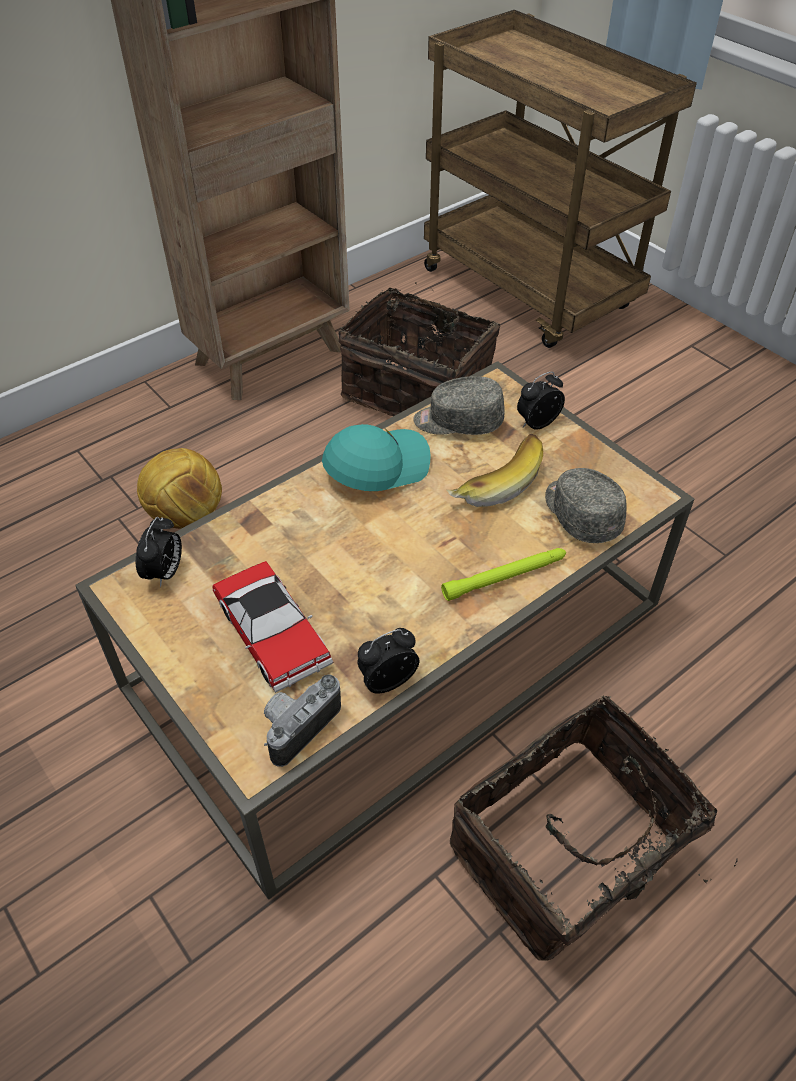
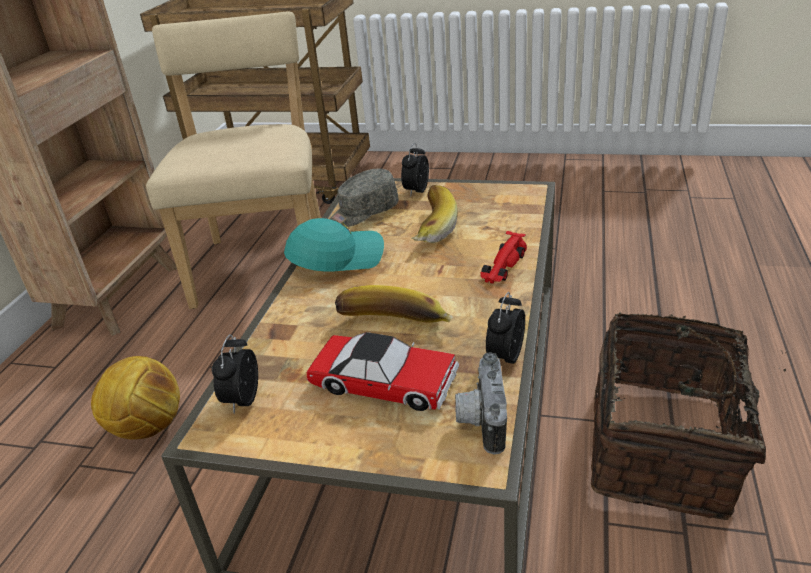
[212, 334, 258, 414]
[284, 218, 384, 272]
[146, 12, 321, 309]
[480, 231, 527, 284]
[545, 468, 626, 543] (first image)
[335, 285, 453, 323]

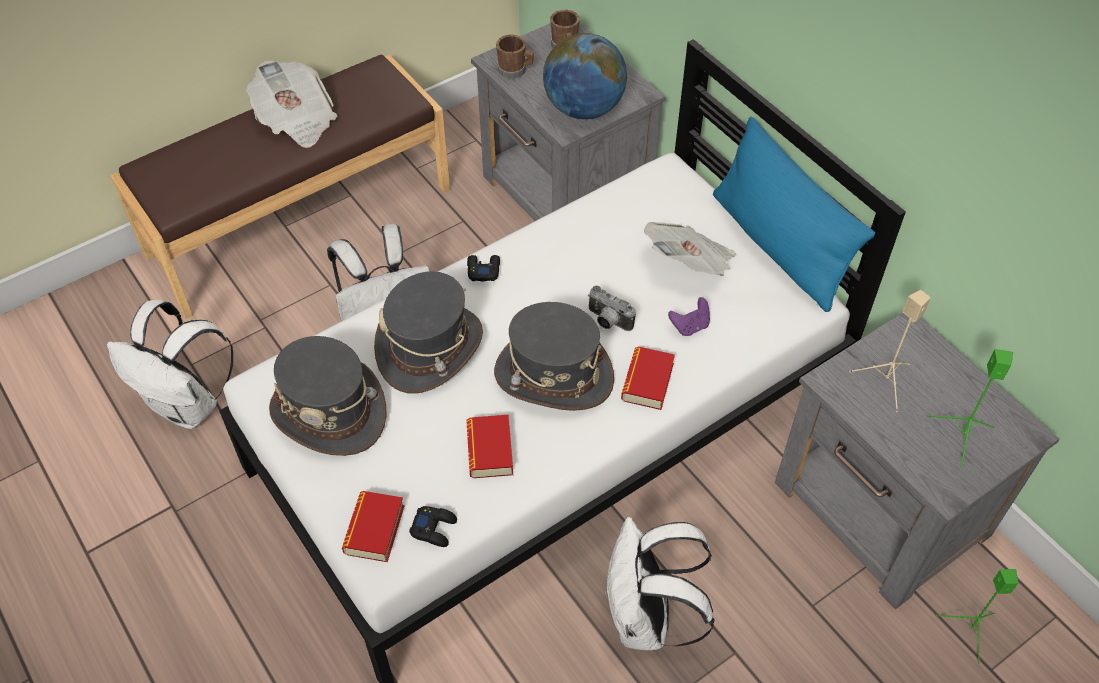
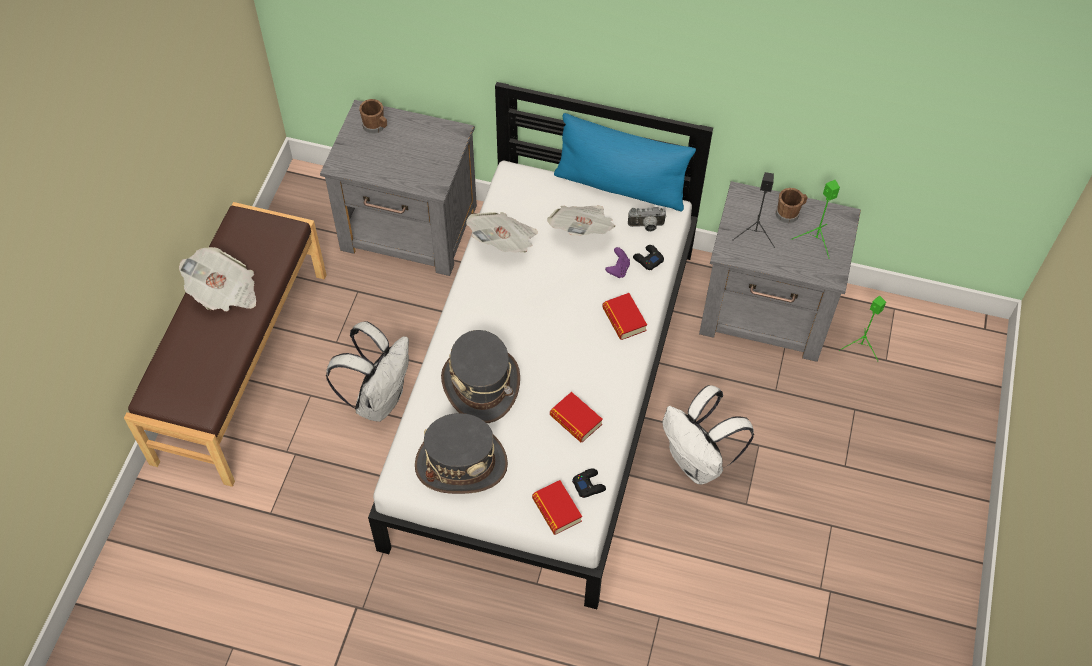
[107, 300, 233, 429] (first image)
[633, 245, 664, 270]
[494, 302, 614, 411] (first image)
[776, 188, 808, 223]
[543, 33, 627, 119] (first image)
[628, 207, 666, 232]
[732, 172, 775, 248]
[466, 212, 538, 253]

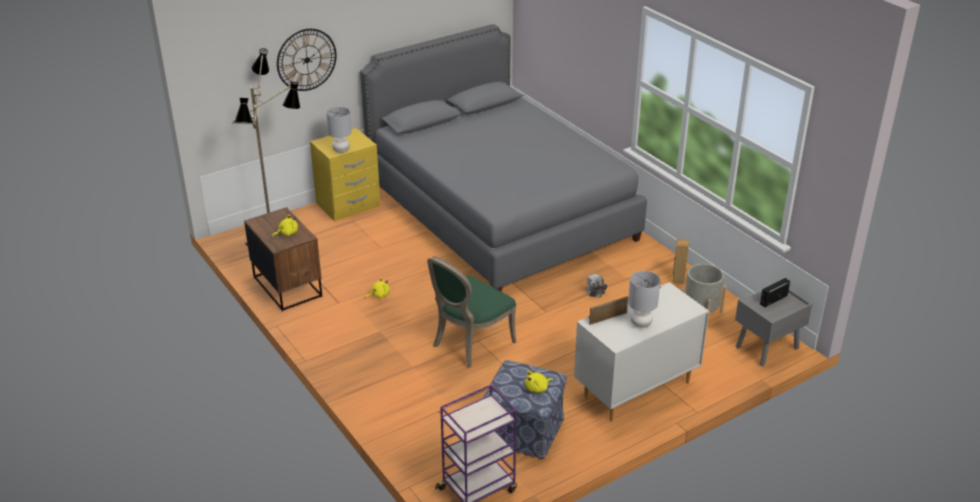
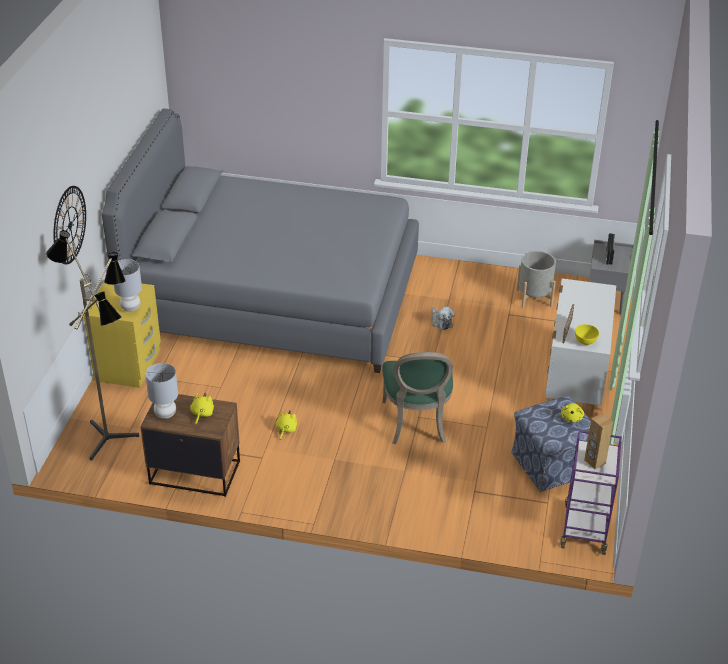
[145, 363, 178, 419]
[584, 413, 613, 469]
[575, 324, 599, 345]

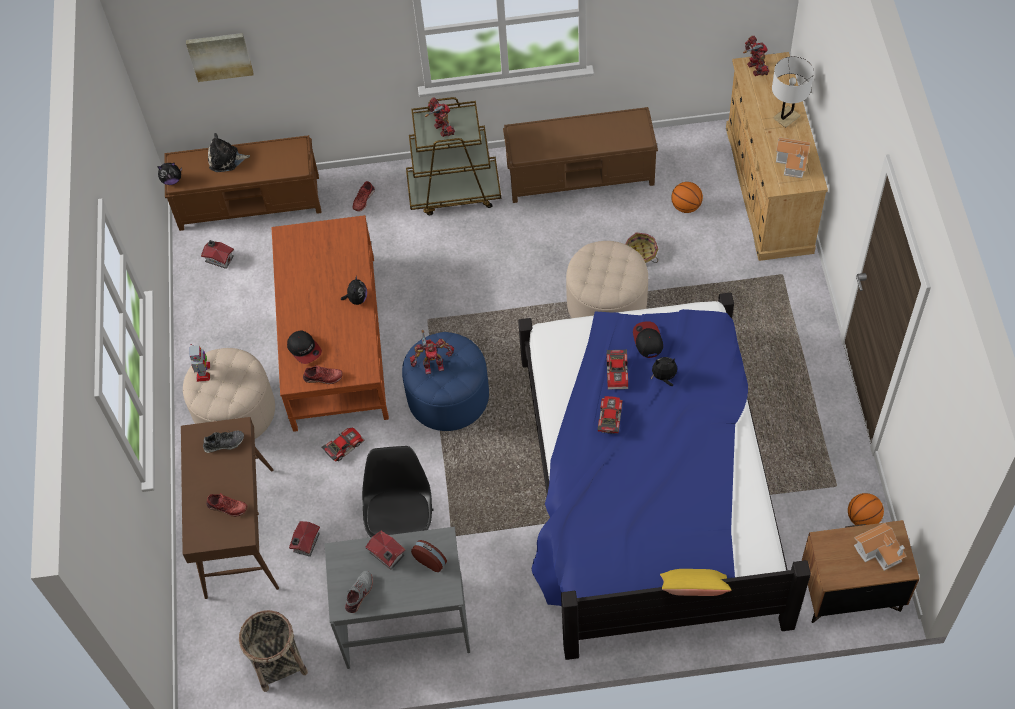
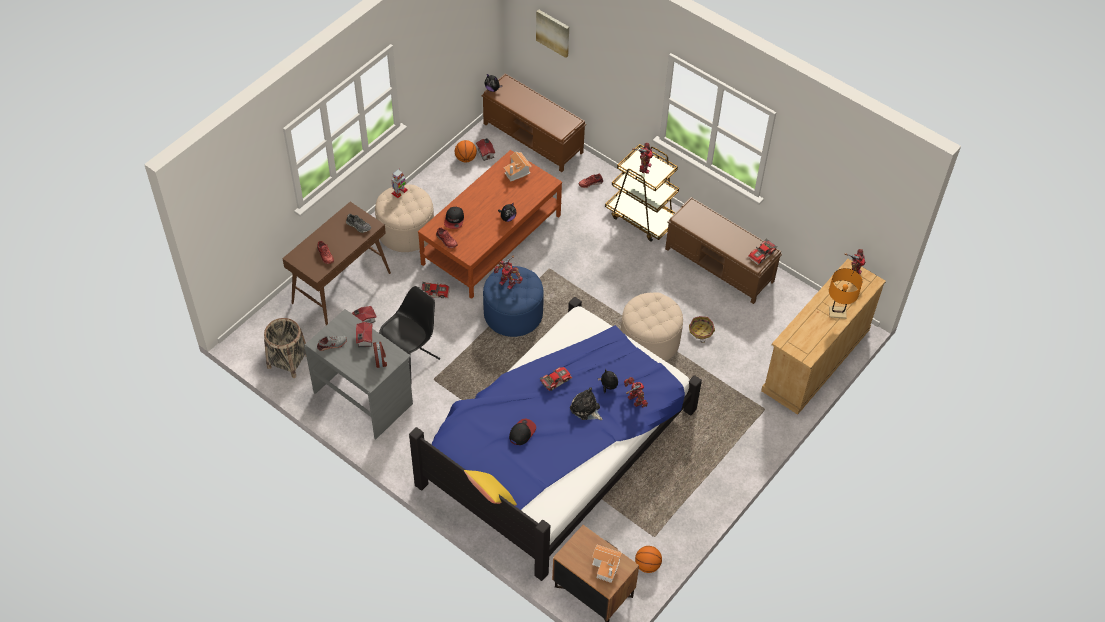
[570, 387, 603, 420]
[748, 239, 777, 265]
[509, 418, 536, 445]
[455, 140, 477, 162]
[829, 268, 863, 319]
[504, 151, 532, 181]
[624, 377, 648, 407]

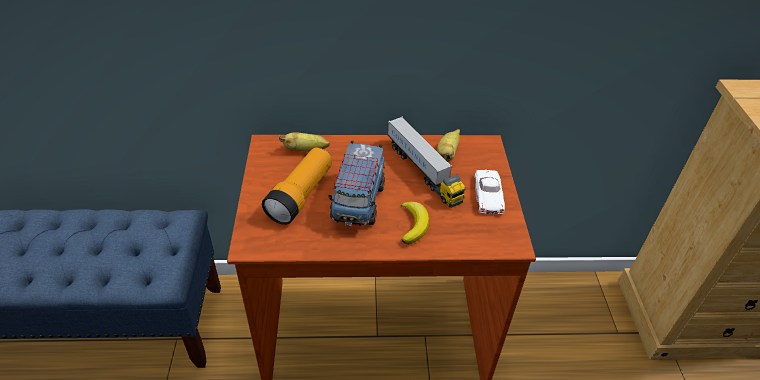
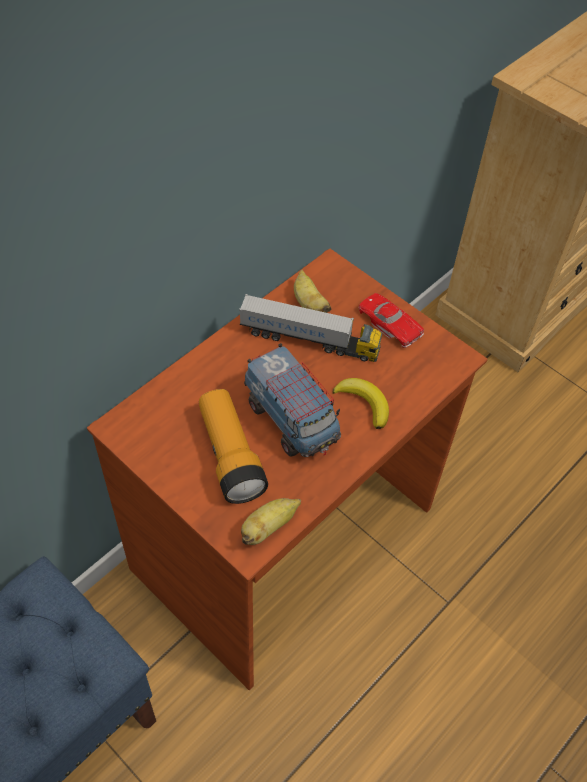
[241, 498, 301, 545]
[358, 293, 424, 348]

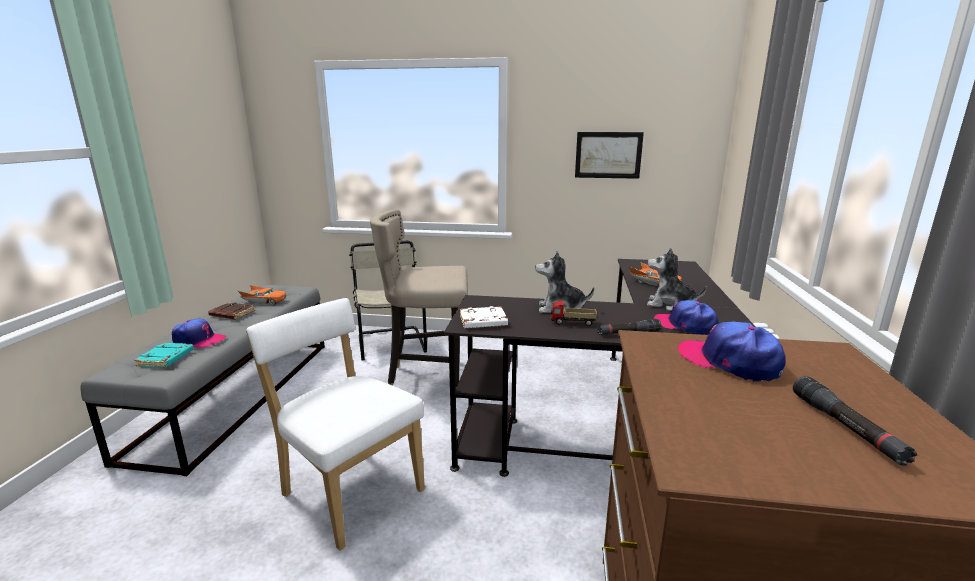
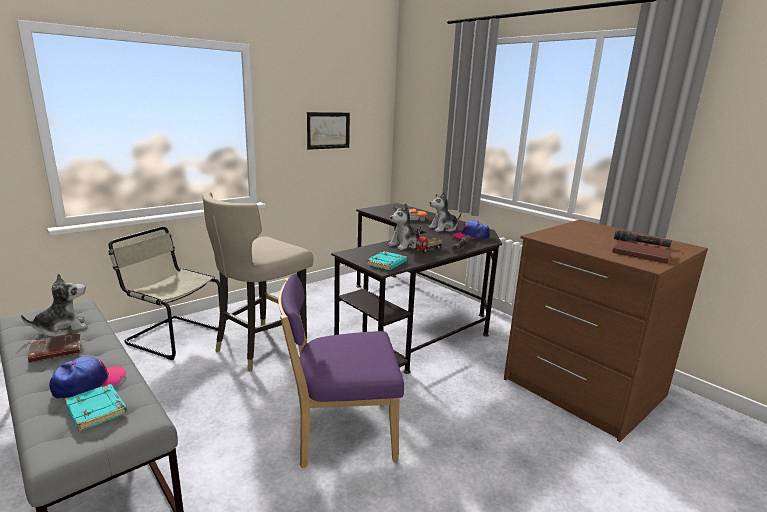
[21, 273, 88, 337]
[278, 273, 404, 468]
[367, 251, 407, 270]
[678, 322, 786, 382] (first image)
[612, 241, 672, 263]

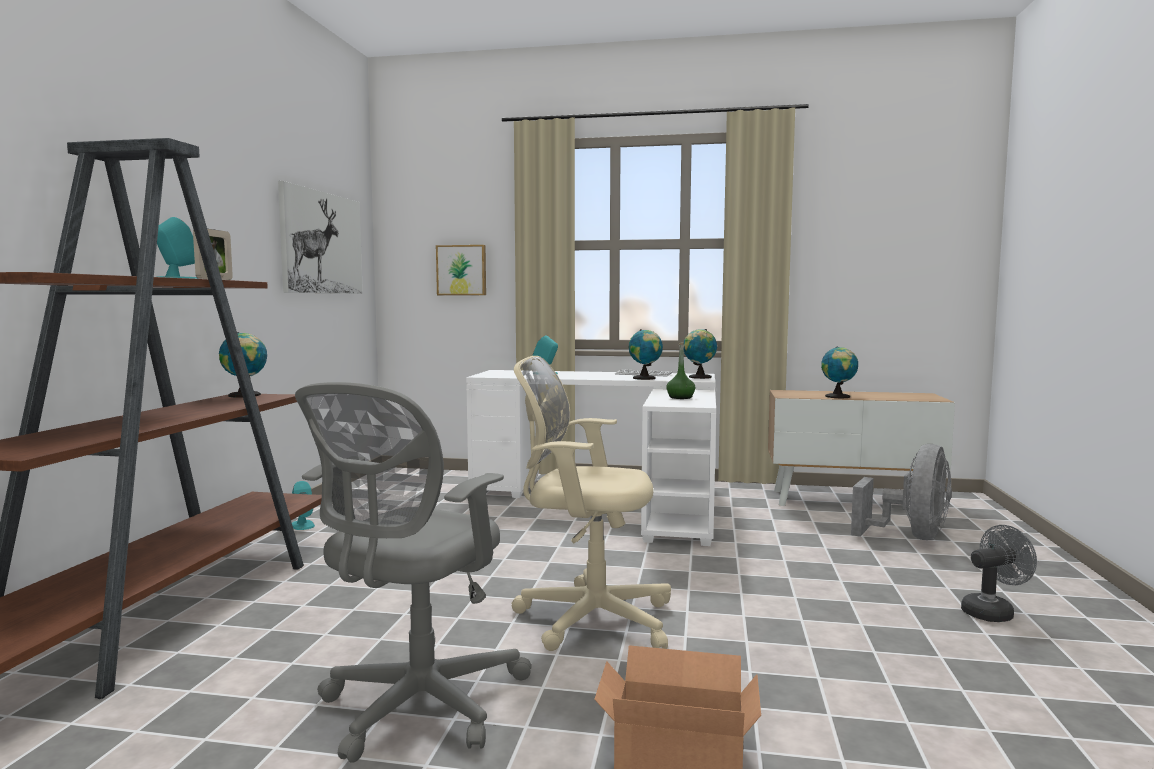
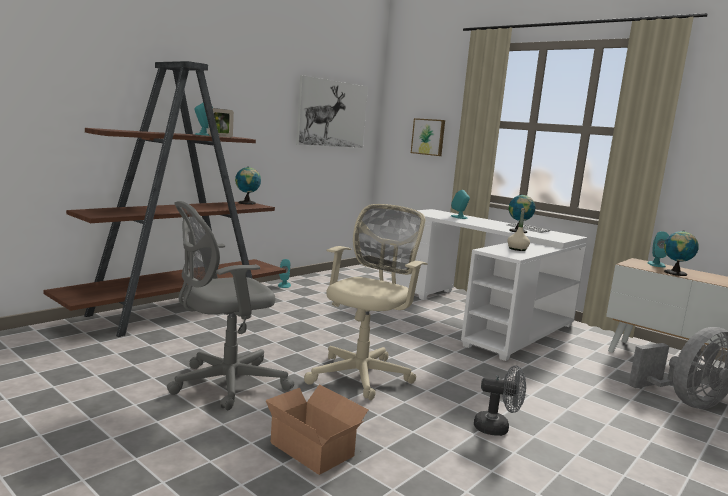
[304, 204, 428, 400]
[507, 208, 530, 251]
[684, 329, 717, 379] (first image)
[474, 366, 526, 436]
[648, 231, 669, 267]

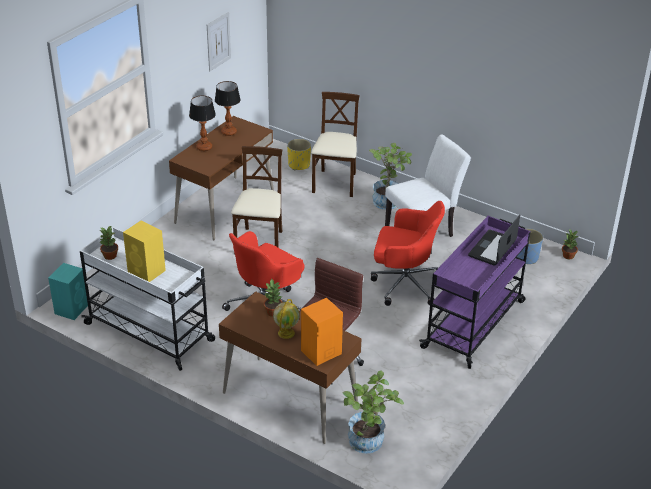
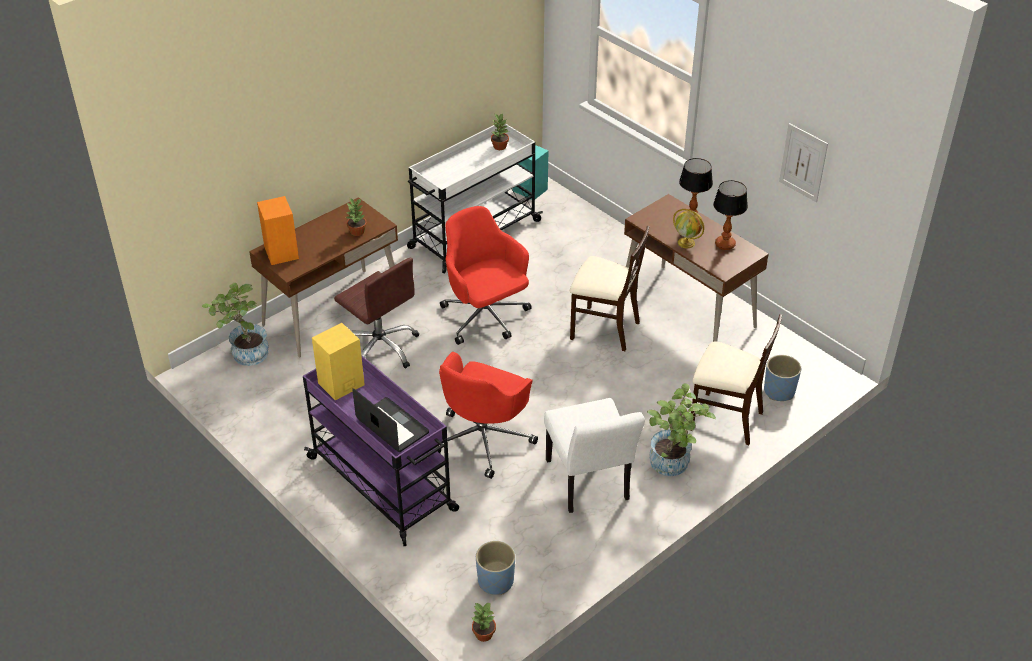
[312, 323, 365, 401]
[673, 209, 704, 248]
[764, 355, 801, 401]

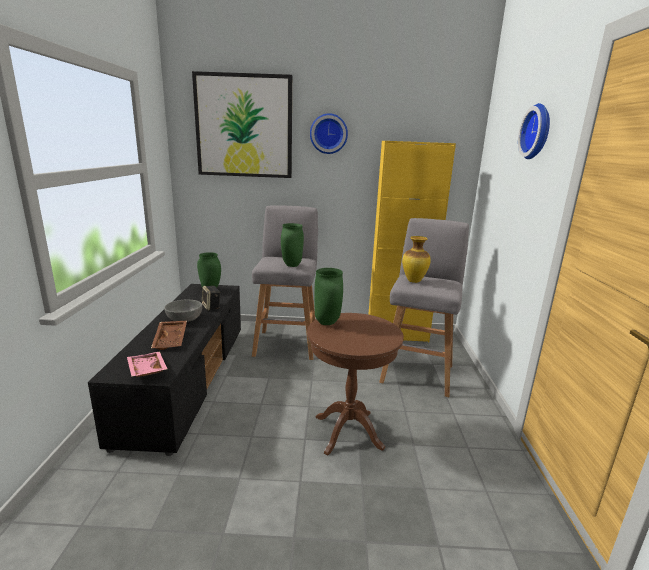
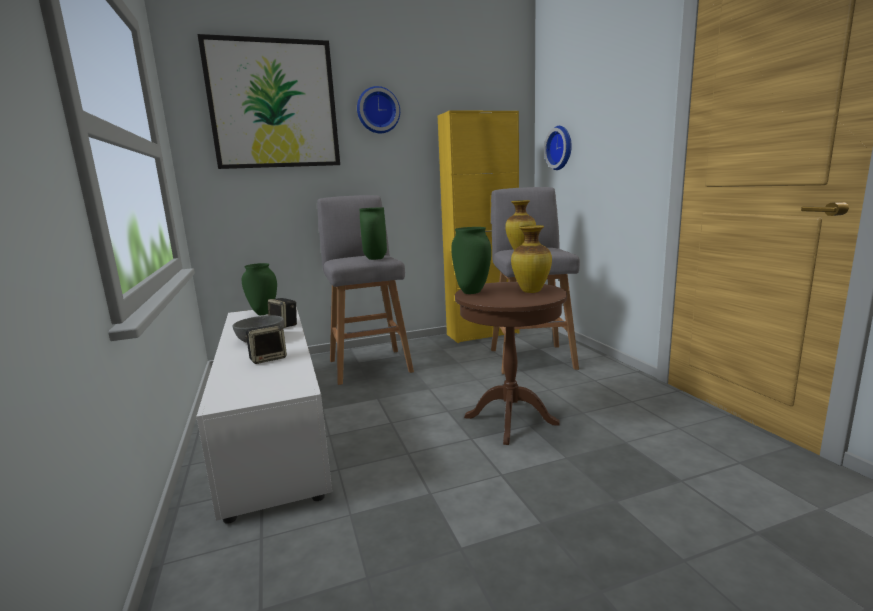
[196, 306, 332, 524]
[127, 351, 168, 377] (first image)
[245, 325, 287, 364]
[544, 126, 572, 170]
[511, 225, 552, 293]

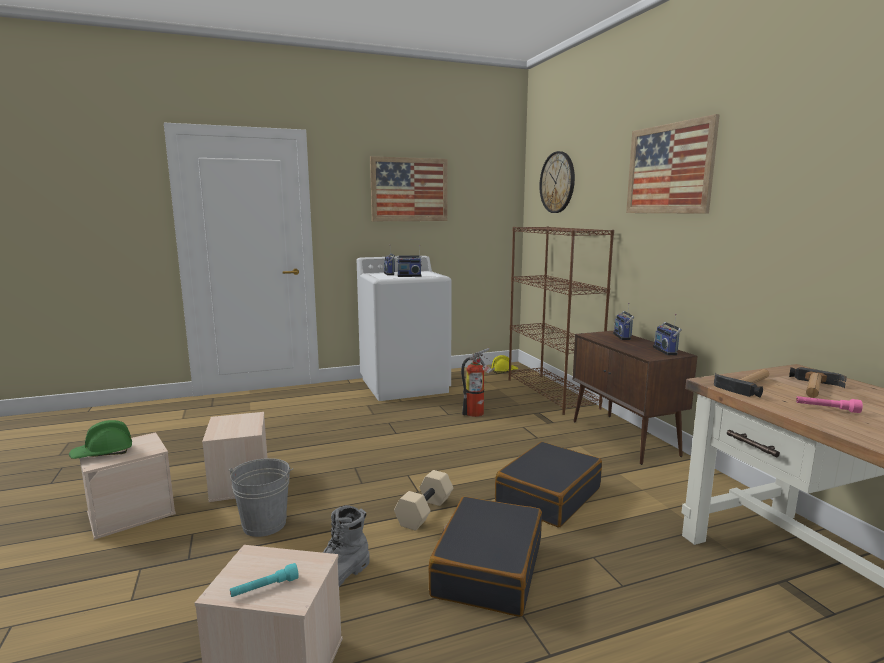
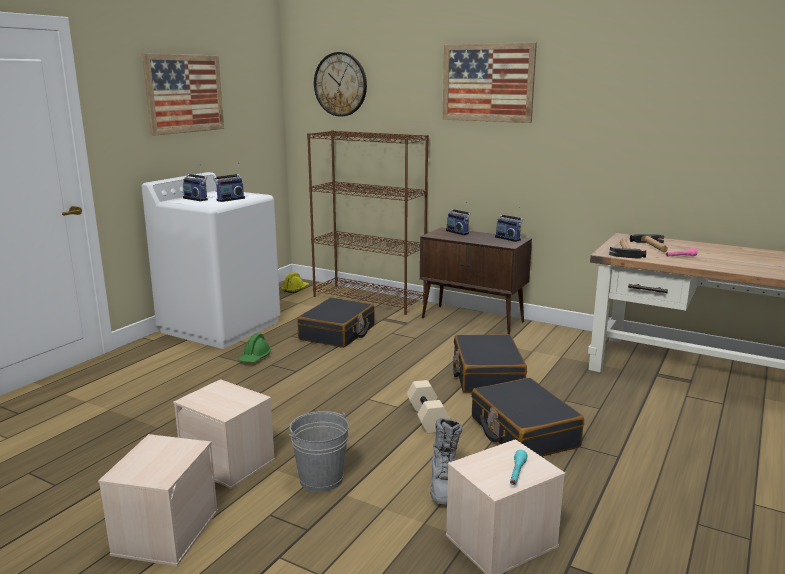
[238, 333, 271, 362]
[297, 298, 375, 348]

